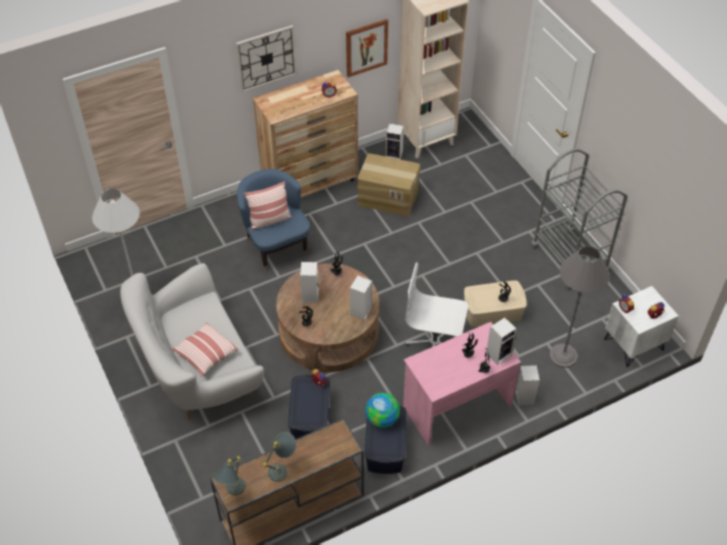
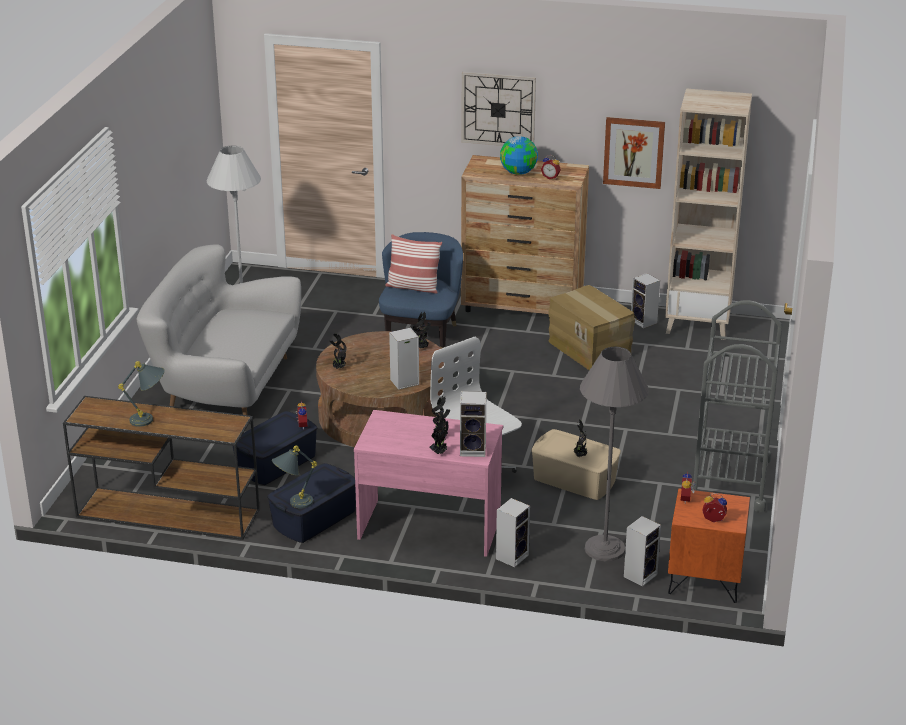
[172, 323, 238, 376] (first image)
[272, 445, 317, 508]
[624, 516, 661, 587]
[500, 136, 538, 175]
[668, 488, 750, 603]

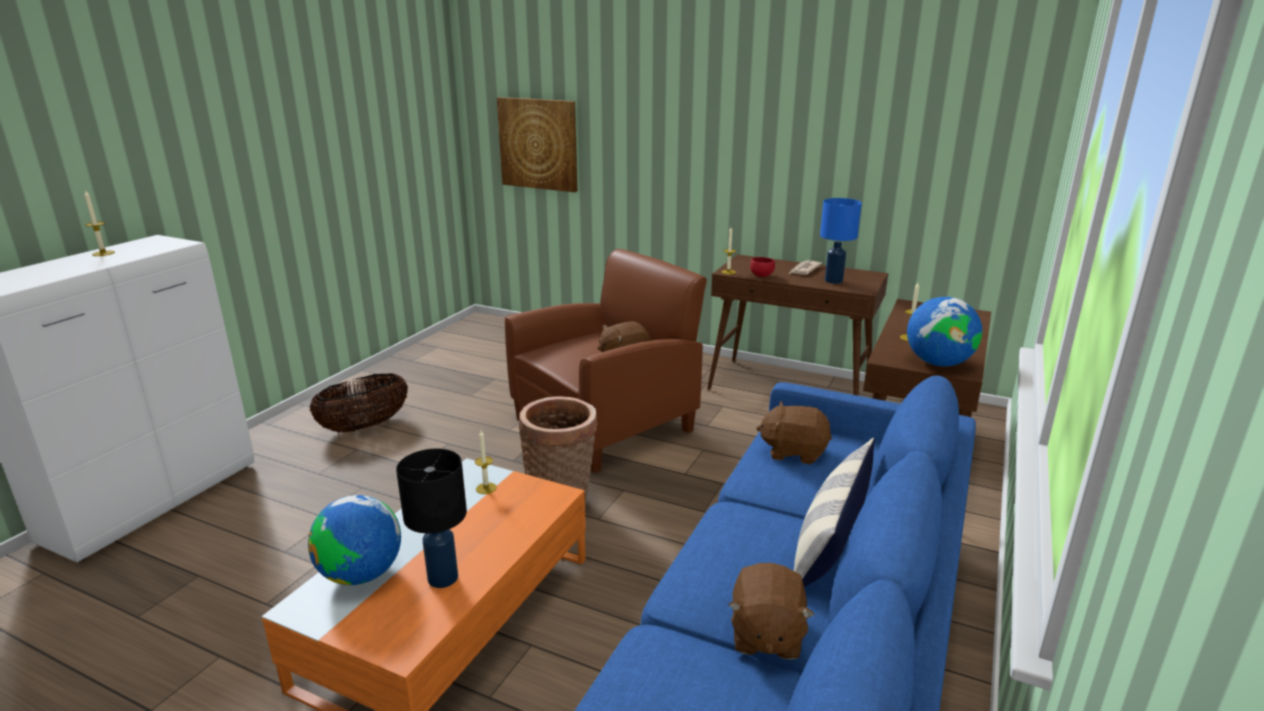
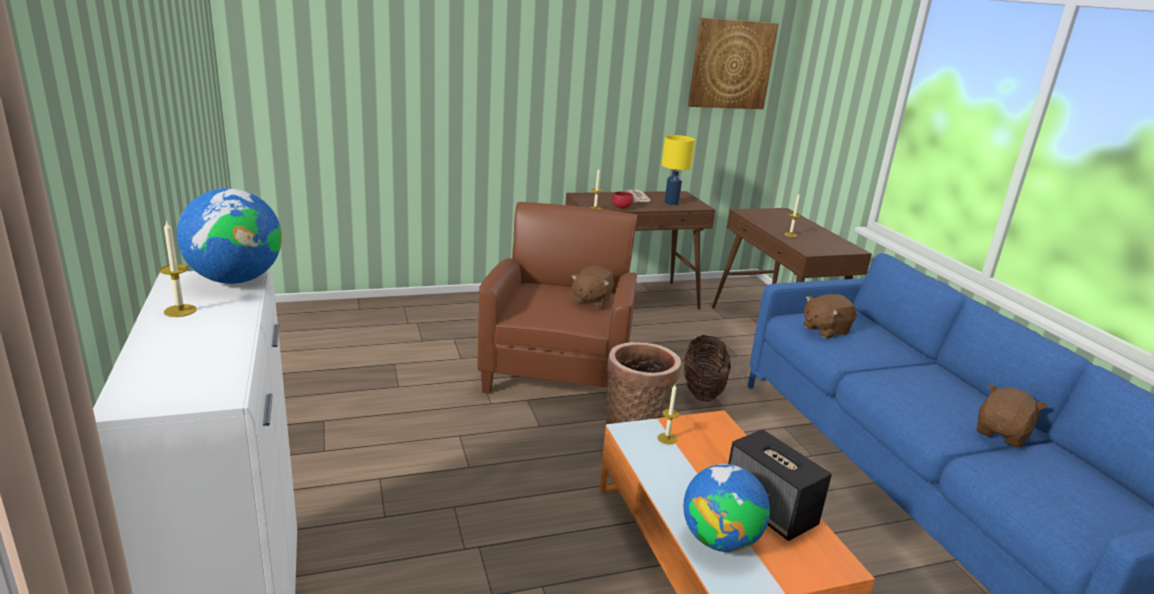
[684, 335, 731, 402]
[728, 429, 832, 541]
[688, 18, 779, 109]
[977, 384, 1047, 448]
[794, 438, 875, 587] (first image)
[662, 135, 695, 205]
[177, 188, 282, 284]

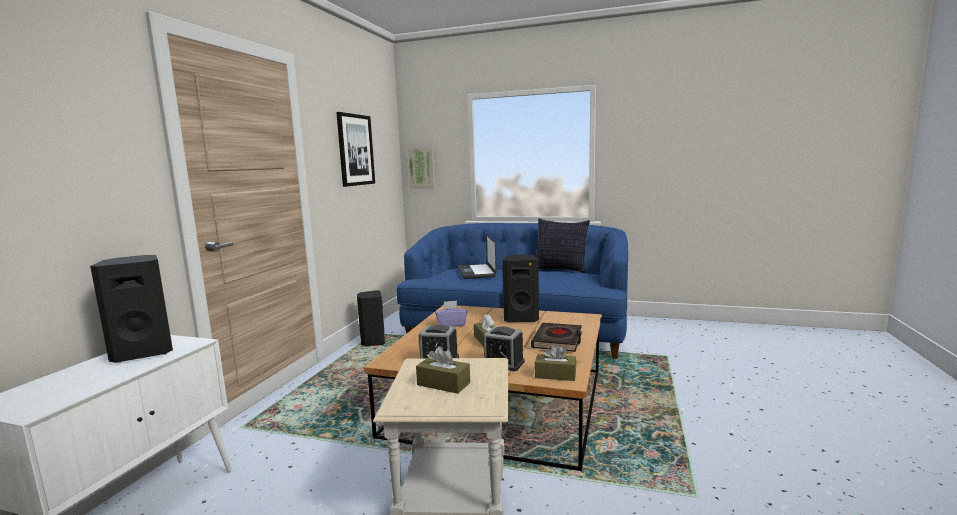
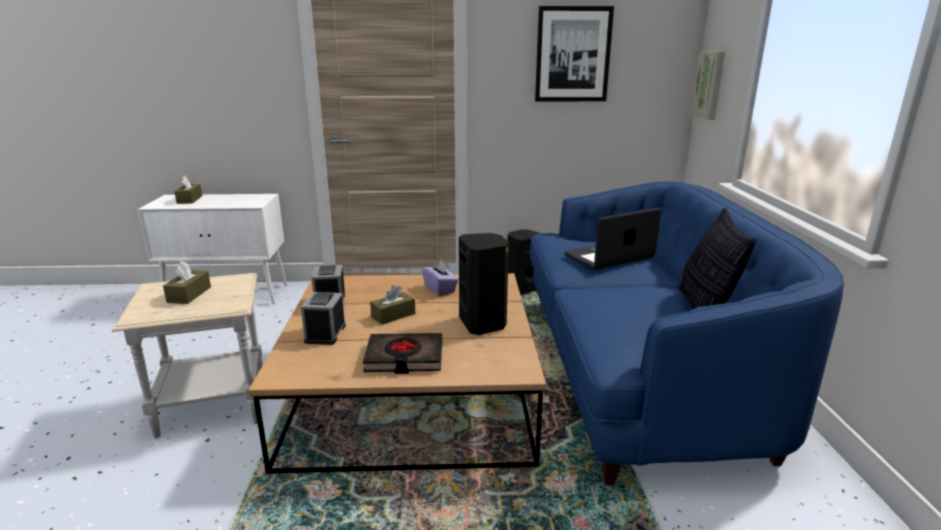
[90, 255, 173, 363] (first image)
[174, 176, 202, 204]

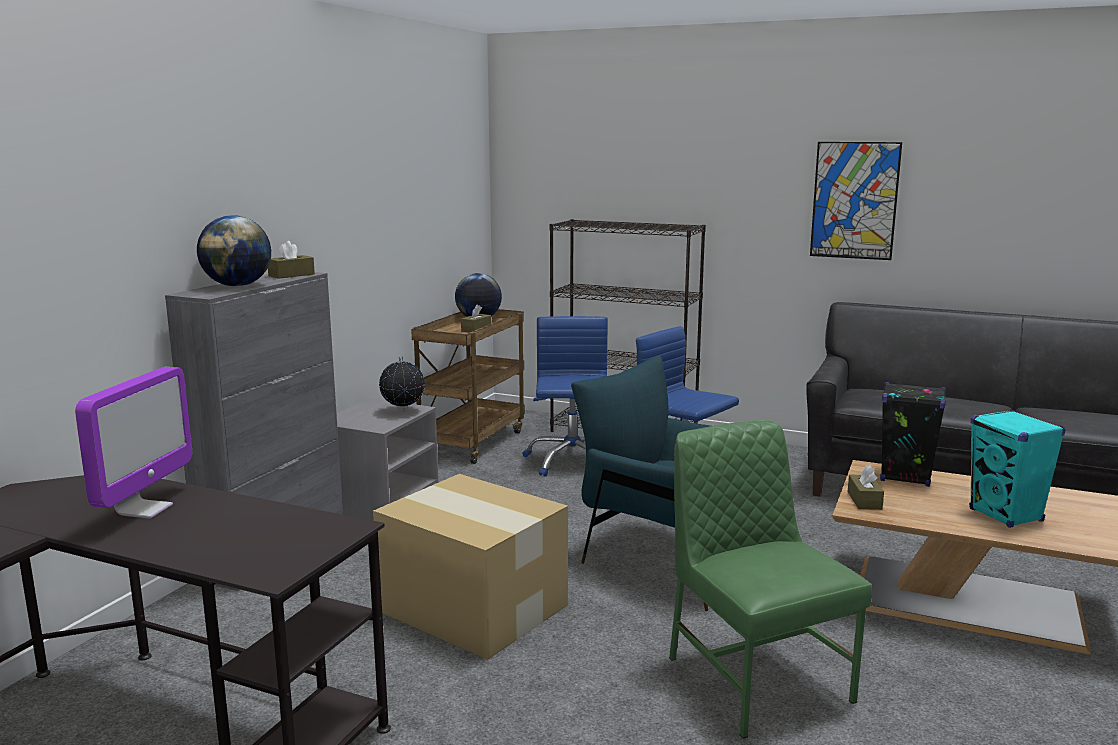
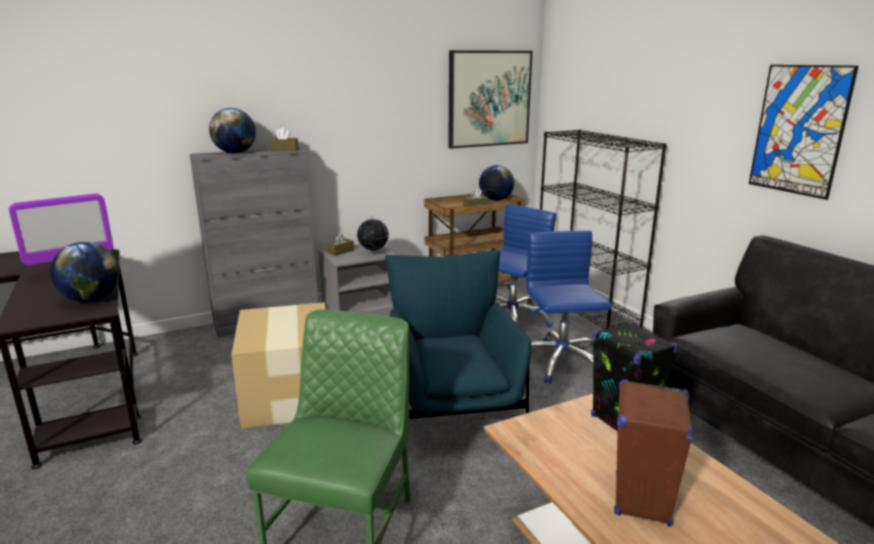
[327, 232, 354, 256]
[614, 379, 694, 527]
[50, 242, 120, 302]
[448, 50, 533, 149]

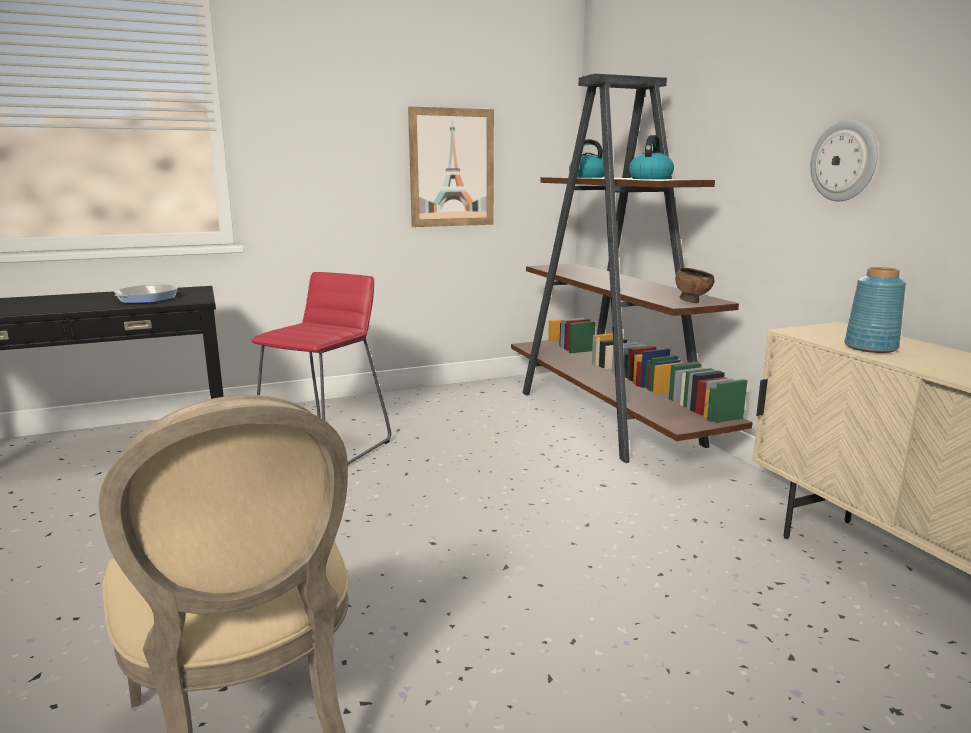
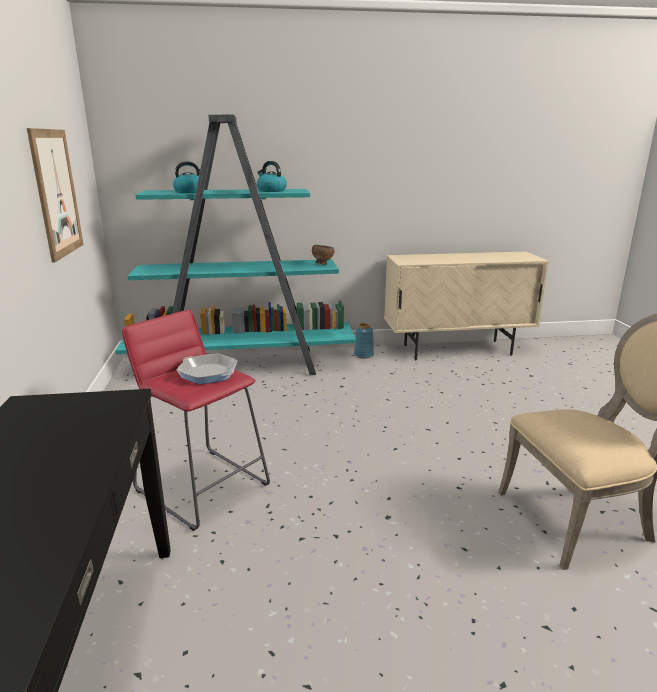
[177, 354, 238, 384]
[115, 115, 356, 375]
[810, 120, 878, 201] (first image)
[354, 323, 374, 359]

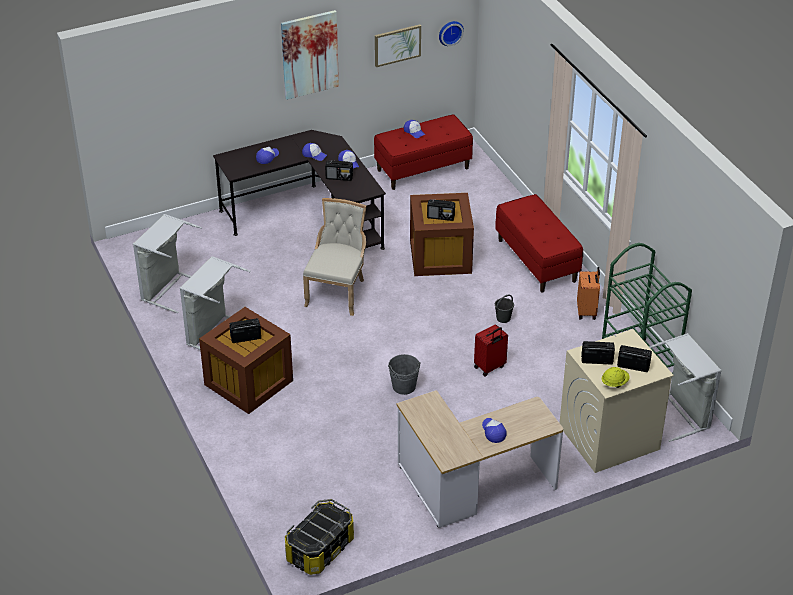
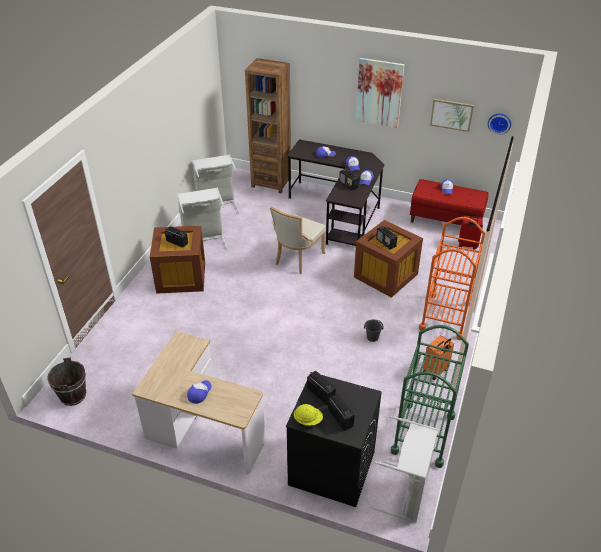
[47, 357, 86, 406]
[270, 207, 326, 274]
[388, 354, 421, 395] (first image)
[458, 216, 483, 250]
[419, 217, 485, 340]
[286, 372, 382, 507]
[245, 58, 291, 193]

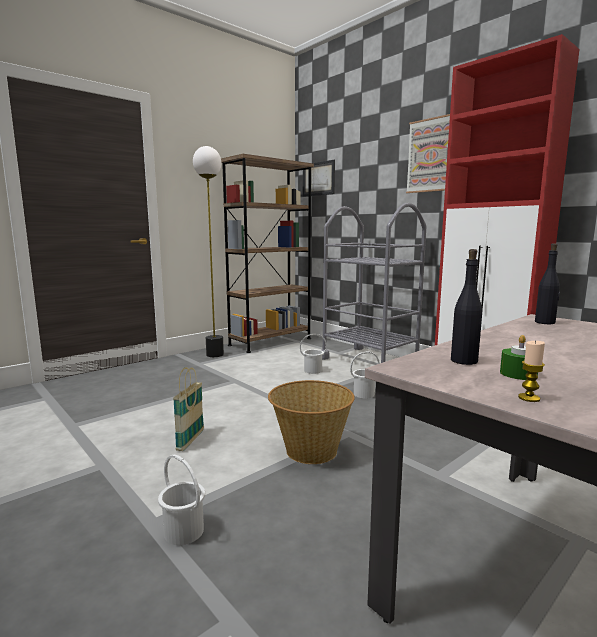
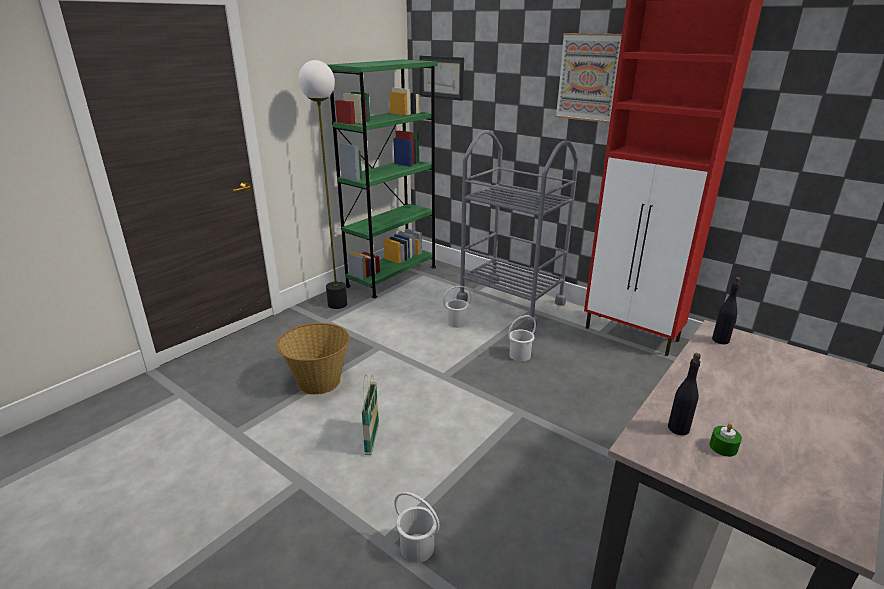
[328, 60, 437, 298]
[276, 323, 350, 395]
[518, 341, 545, 402] (first image)

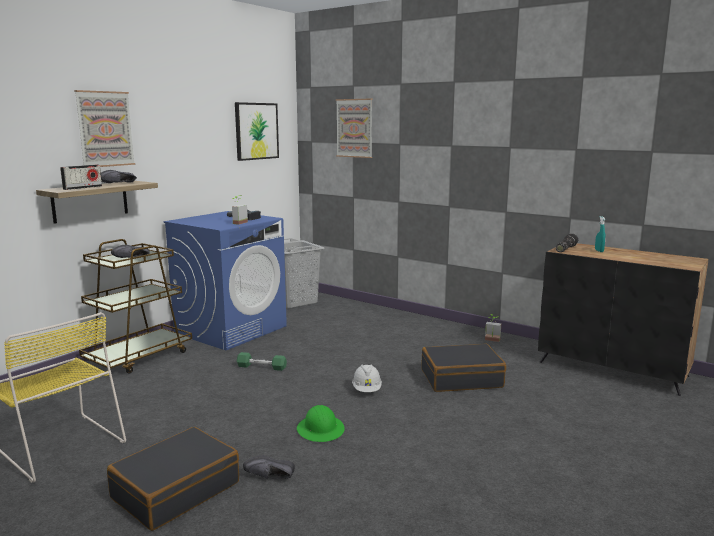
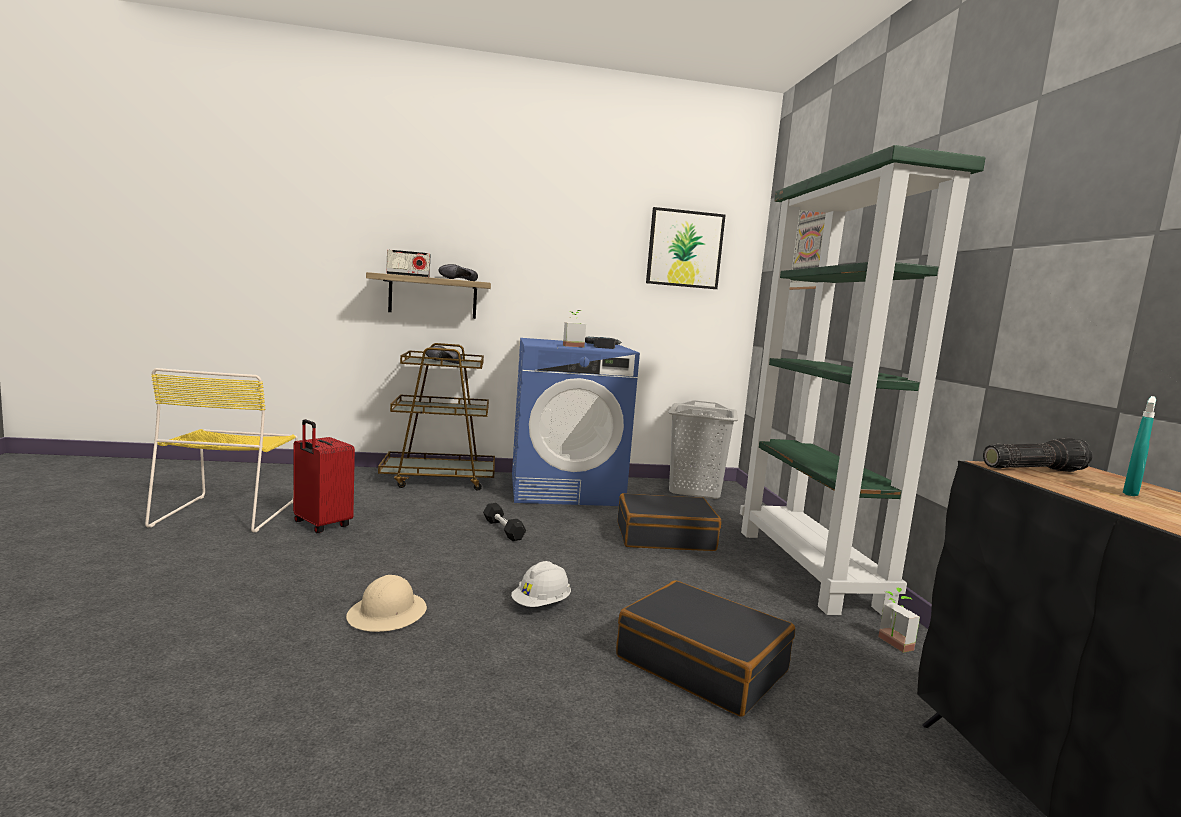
[74, 90, 135, 167] (first image)
[617, 493, 721, 551]
[483, 503, 526, 541]
[243, 455, 295, 479] (first image)
[346, 575, 427, 632]
[293, 419, 355, 533]
[740, 145, 986, 615]

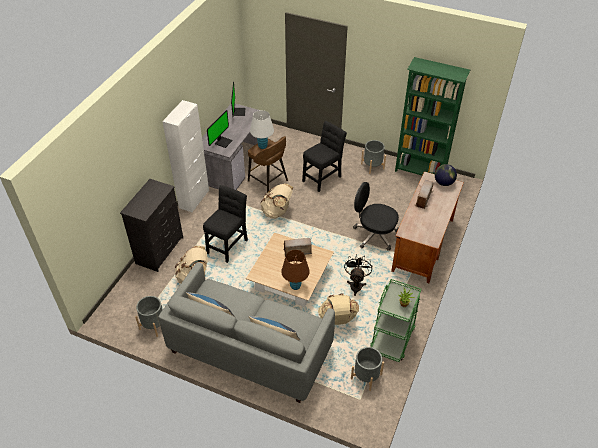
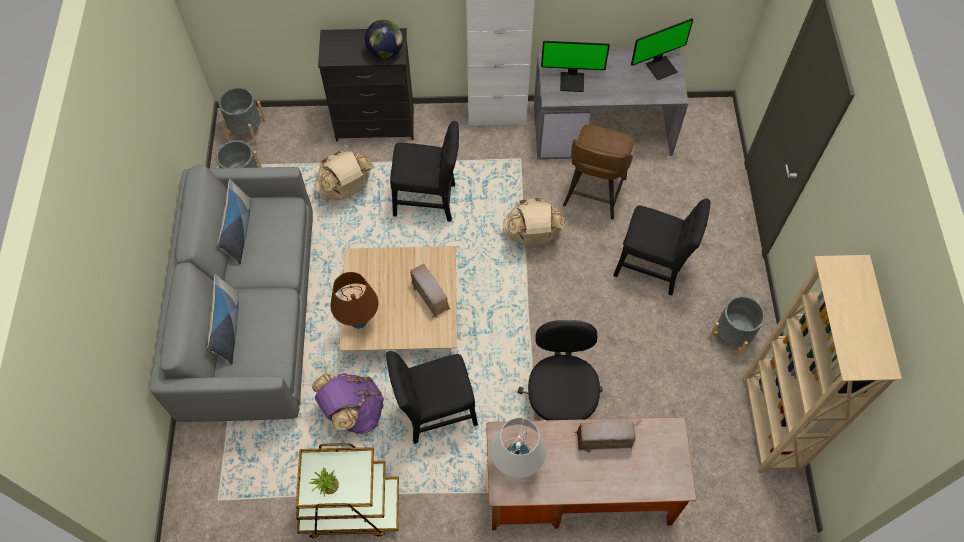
[490, 418, 546, 478]
[311, 373, 384, 434]
[386, 351, 478, 444]
[218, 87, 266, 145]
[296, 443, 399, 539]
[742, 255, 902, 473]
[365, 20, 403, 59]

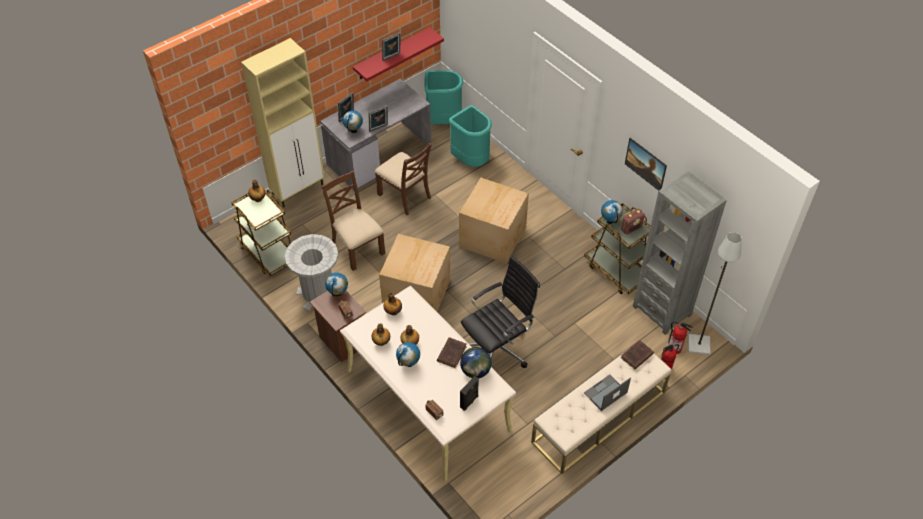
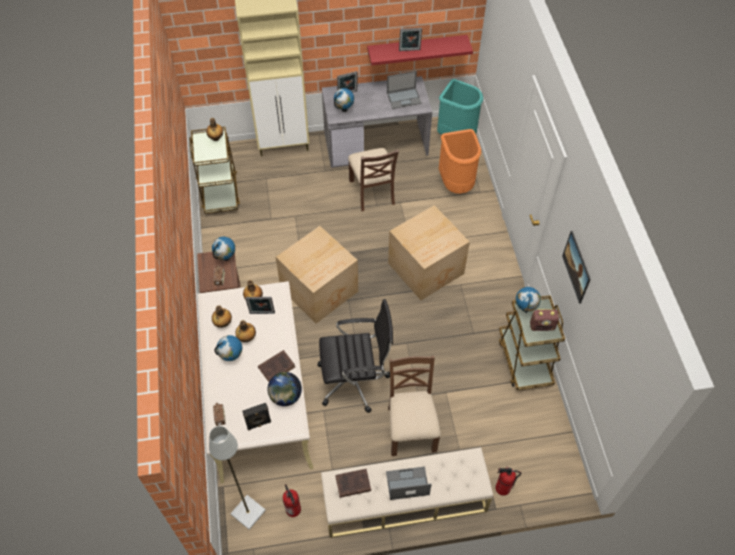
[285, 234, 338, 311] (first image)
[388, 356, 441, 456]
[246, 297, 275, 314]
[439, 129, 481, 194]
[335, 469, 371, 498]
[633, 171, 727, 335] (first image)
[283, 484, 301, 517]
[209, 426, 266, 530]
[387, 71, 422, 109]

